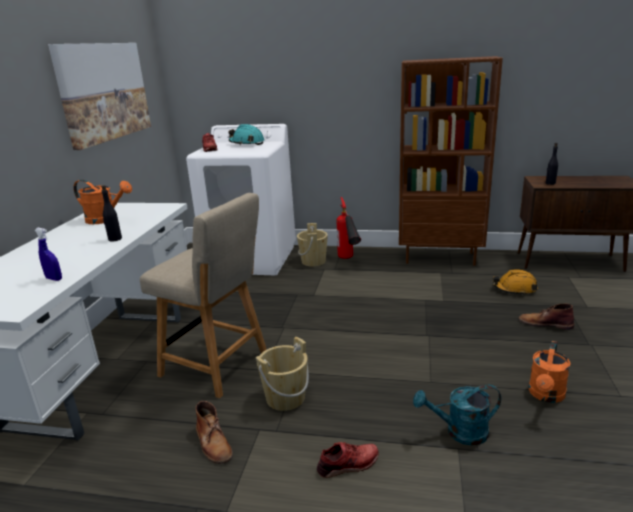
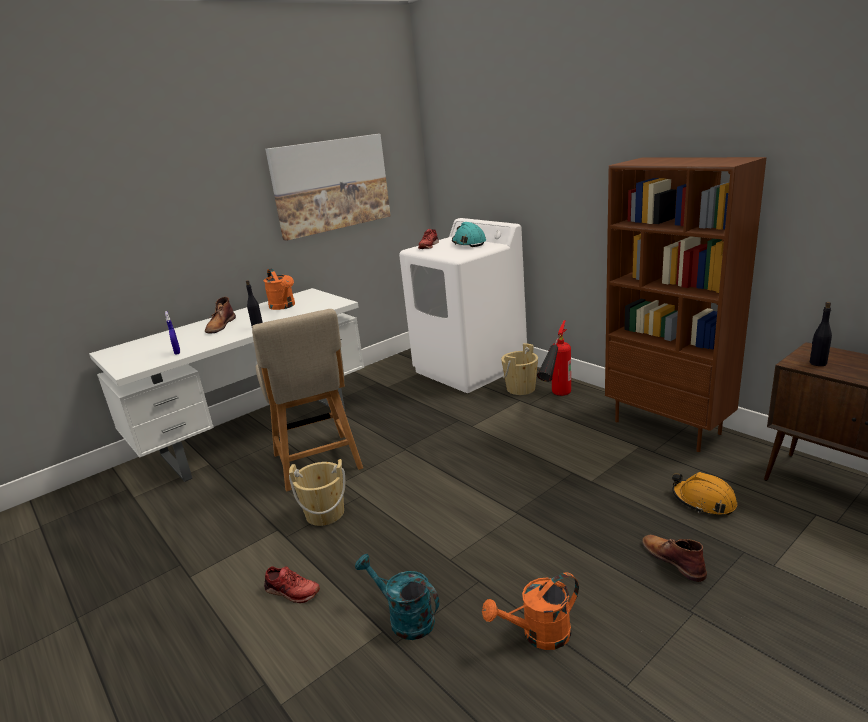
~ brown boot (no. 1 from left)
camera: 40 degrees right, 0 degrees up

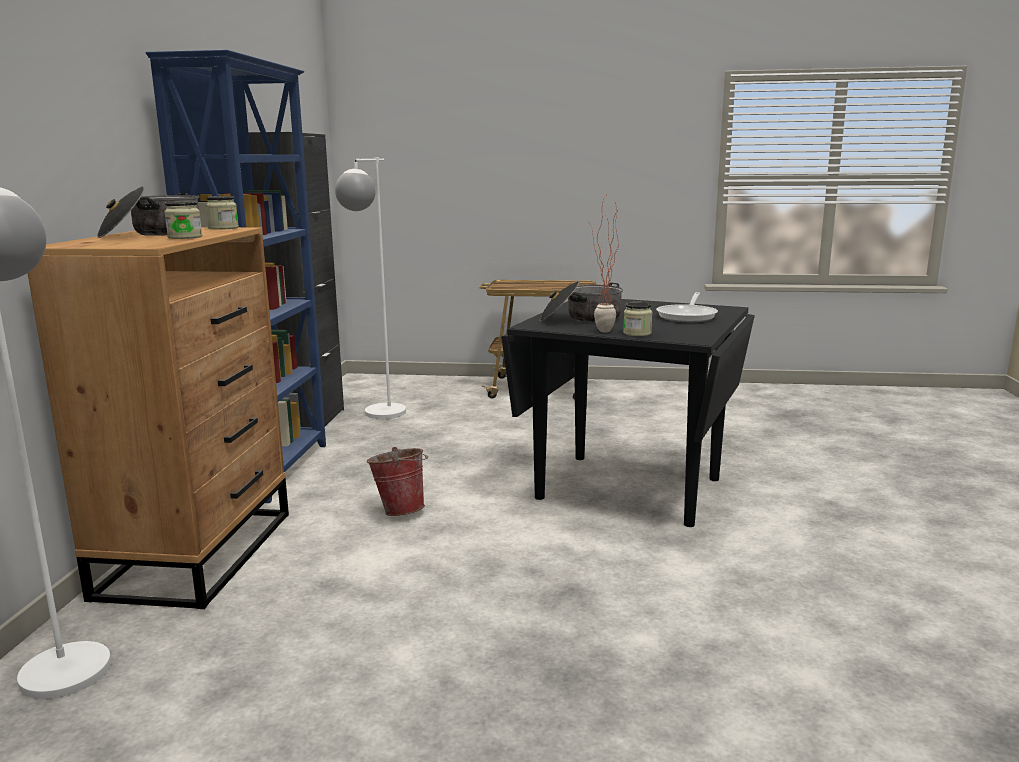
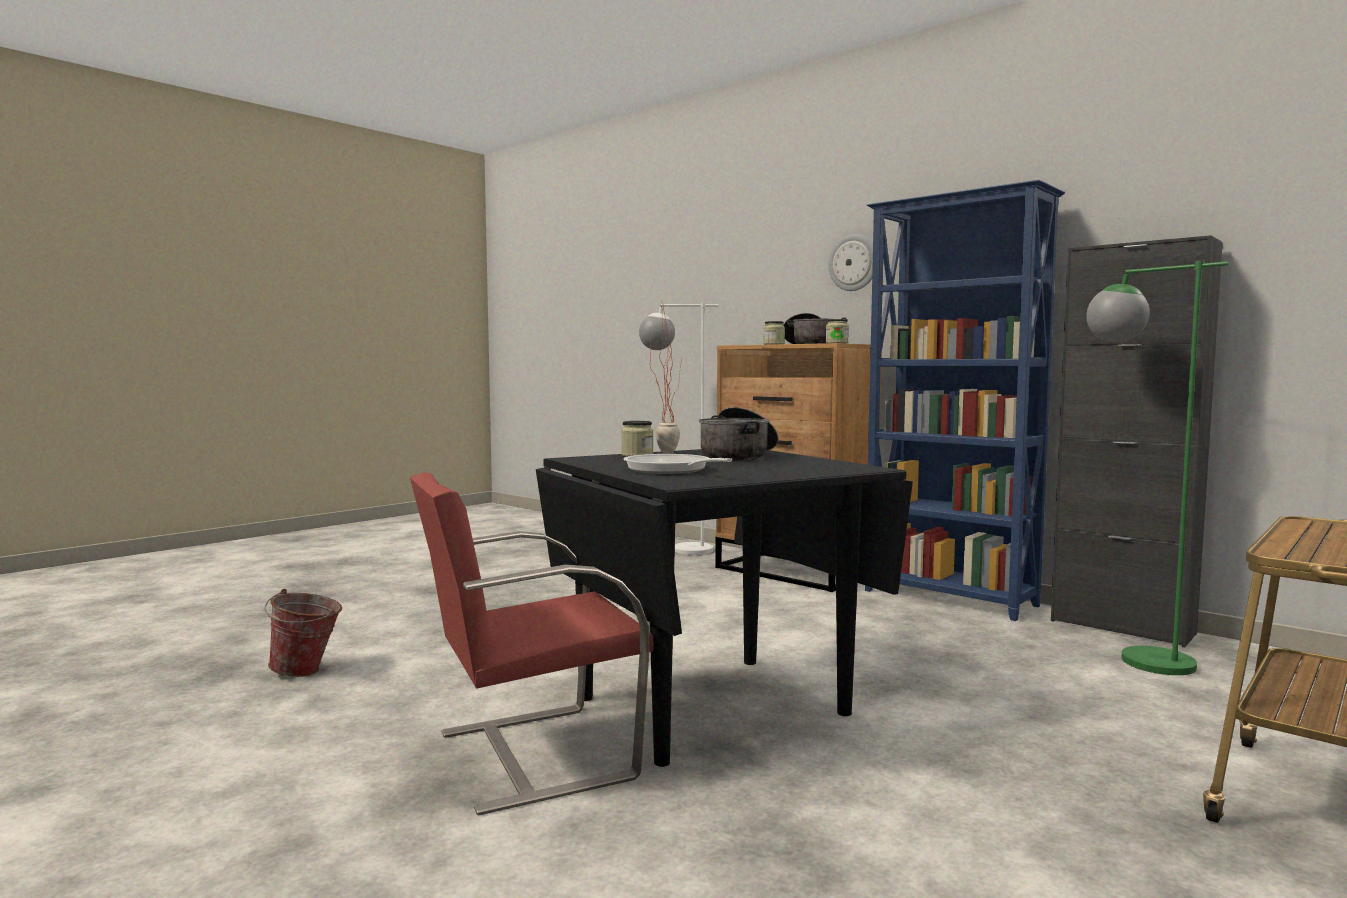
+ red chair
+ wall clock
~ bucket
~ white floor lamp (no. 2 from left) to green floor lamp
camera: 125 degrees right, 10 degrees down

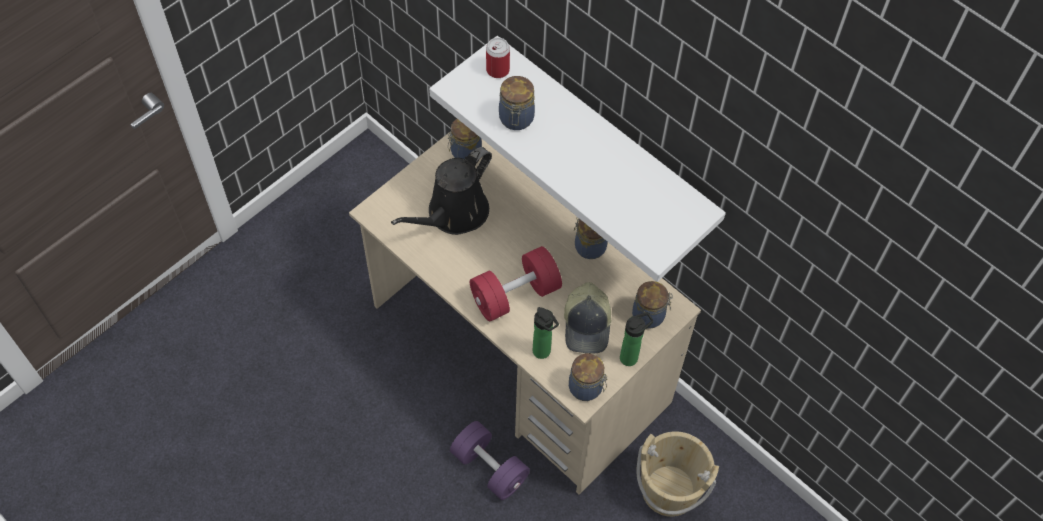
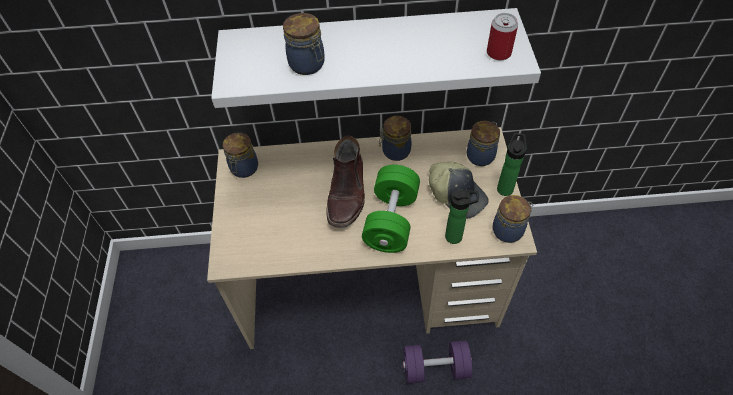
- black watering can
- beige bucket
+ brown boot
~ can
~ red dumbbell to green dumbbell
camera: 45 degrees left, 5 degrees down

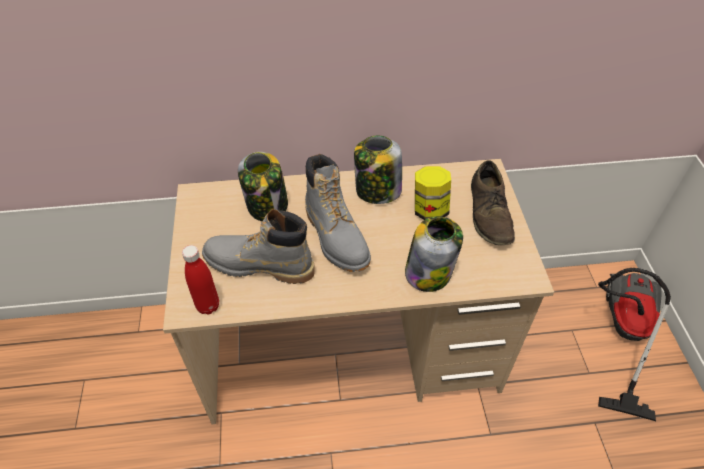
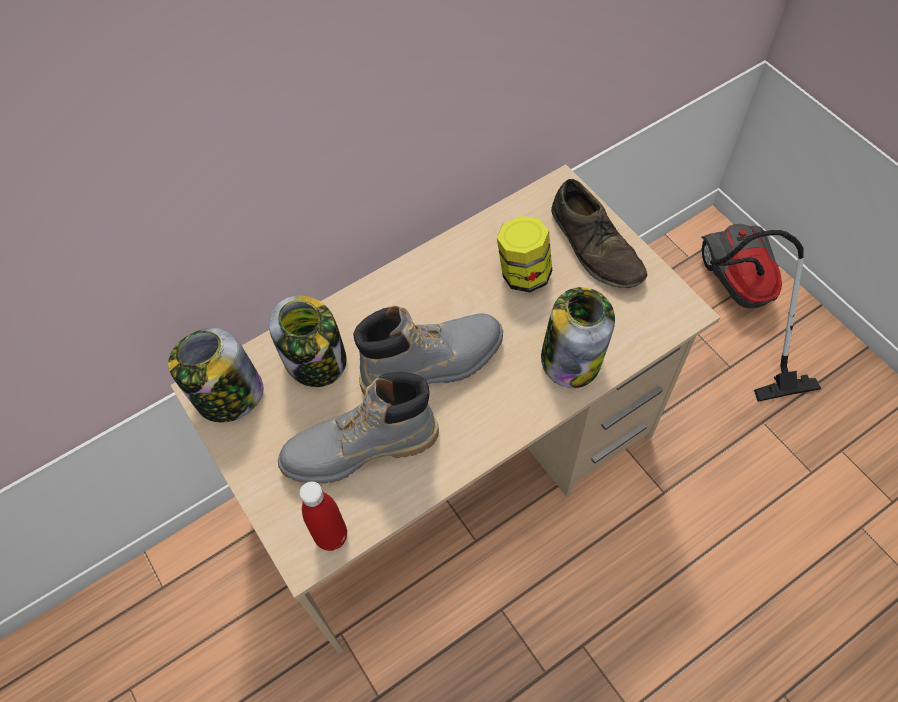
~ jar (no. 2 from left in the first image) to jar (no. 1 from left)
~ grey boot (no. 2 from left) 60 degrees counterclockwise
camera: 25 degrees left, 10 degrees up

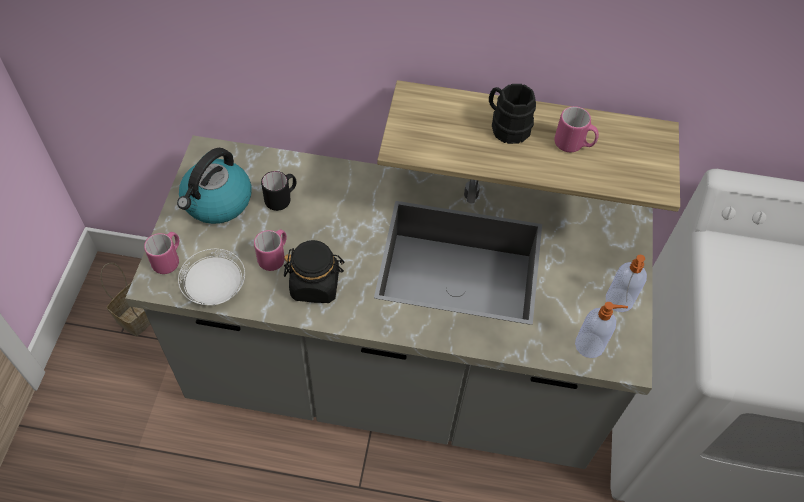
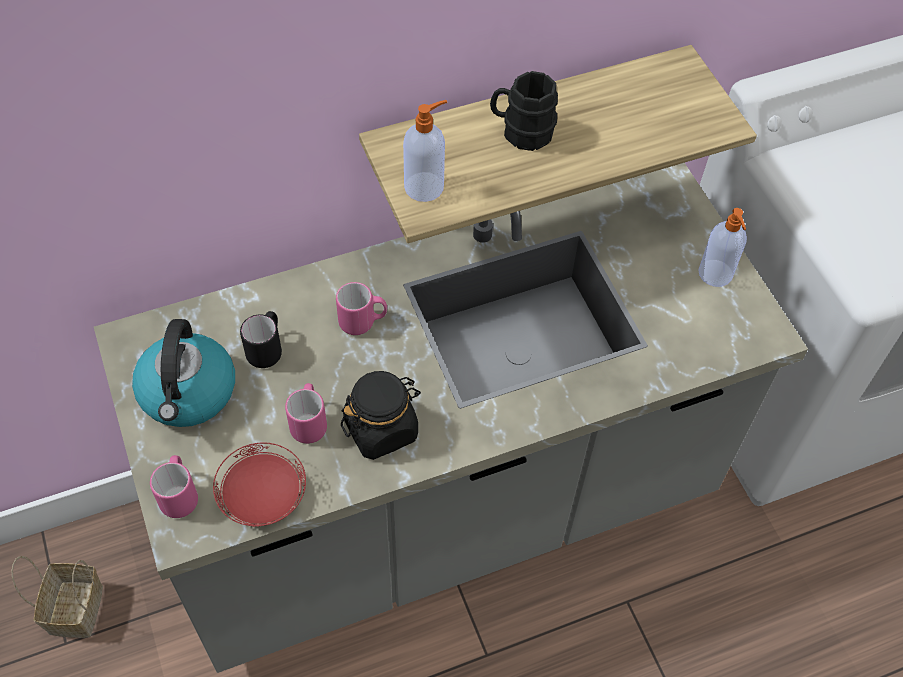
~ pink mug (no. 3 from left)
~ soap dispenser (no. 1 from left)
~ white plate to red plate
camera: 30 degrees left, 0 degrees up

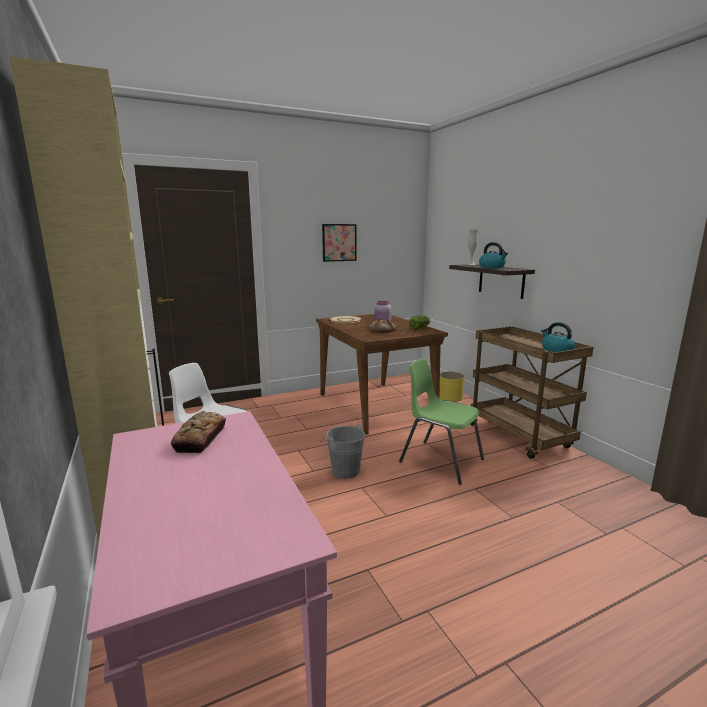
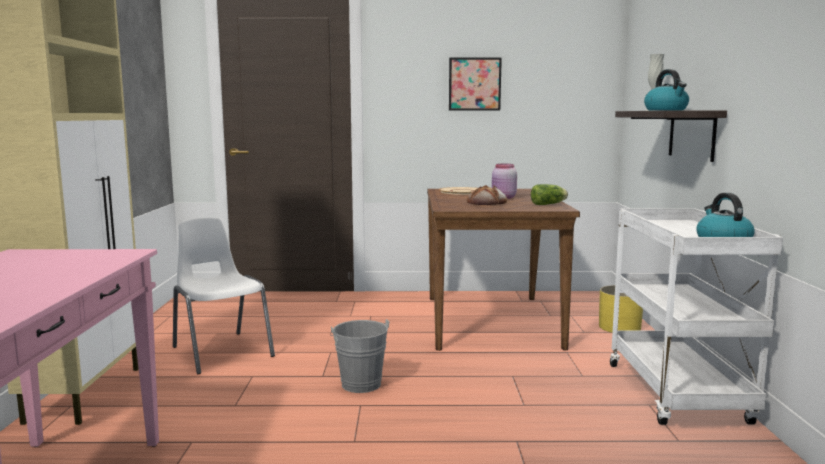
- bread (no. 1 from left)
- green chair
~ brown cart to white cart
camera: 25 degrees right, 5 degrees down

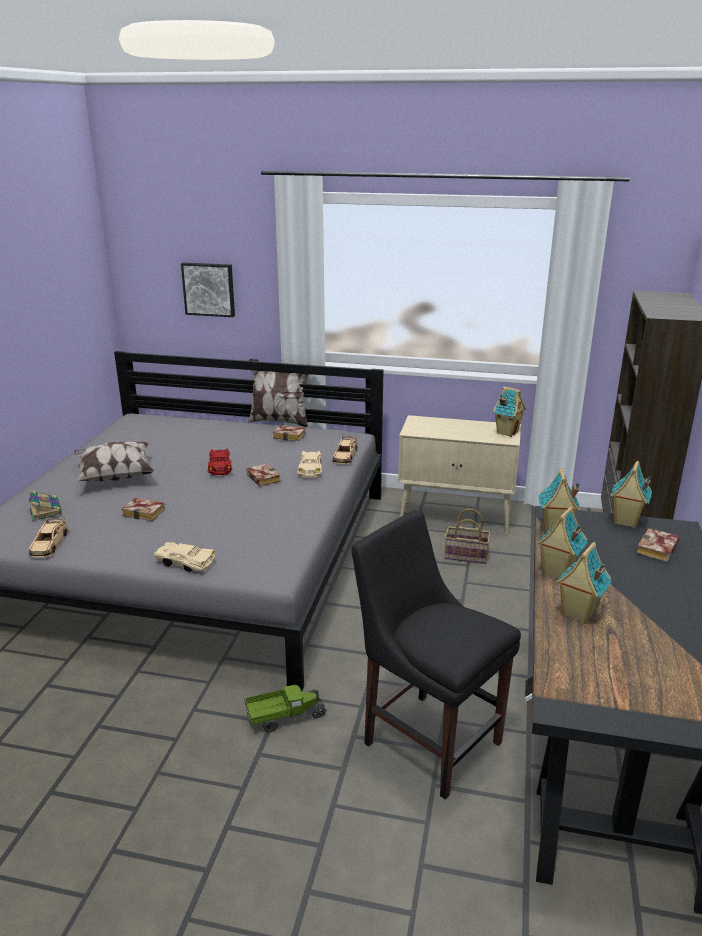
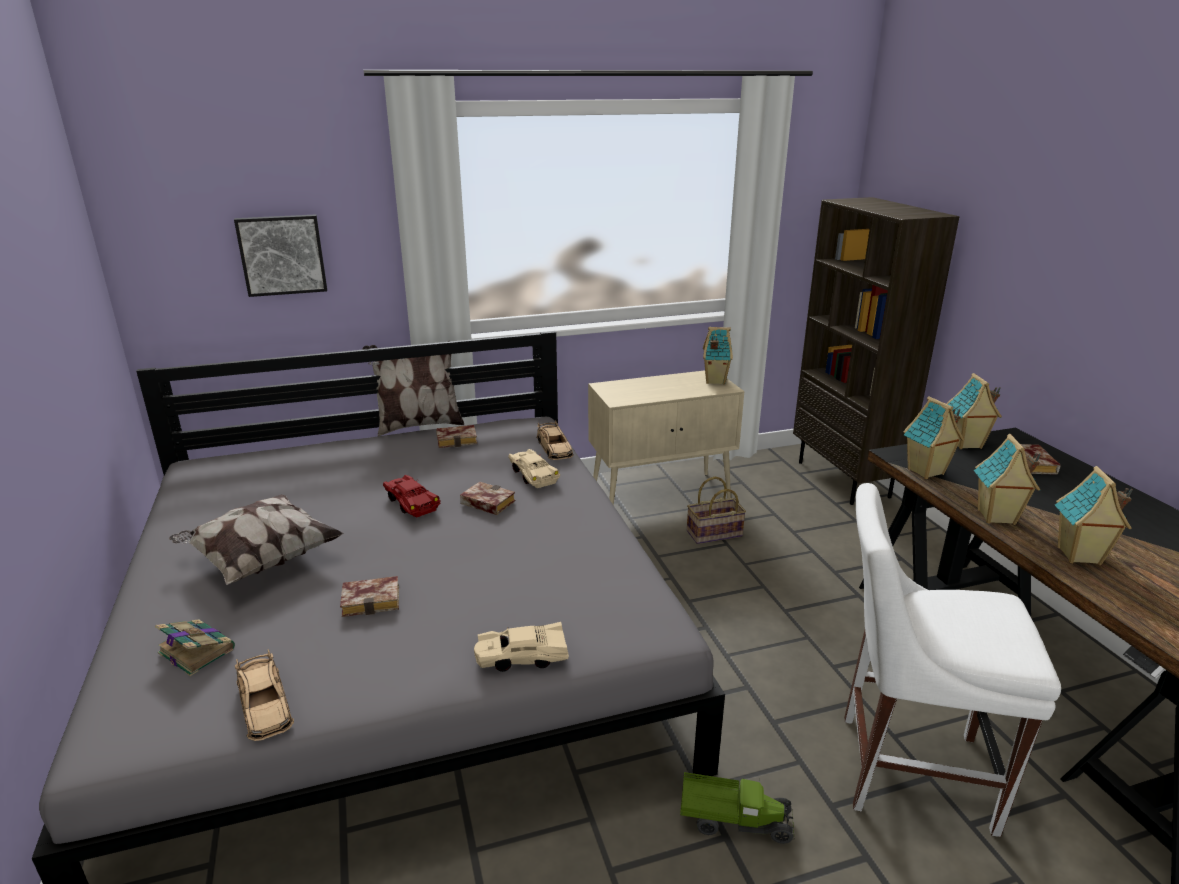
~ black chair to white chair
~ toy truck 60 degrees clockwise
camera: 30 degrees left, 0 degrees up

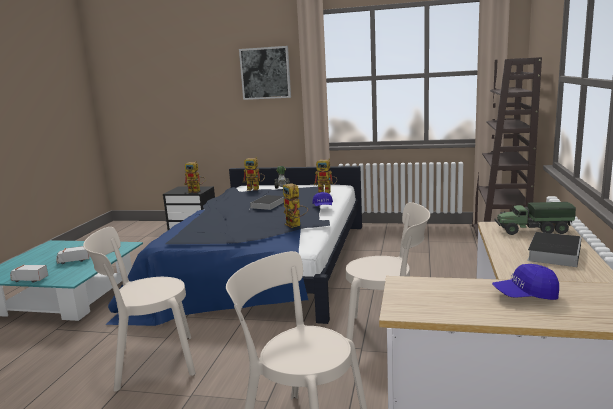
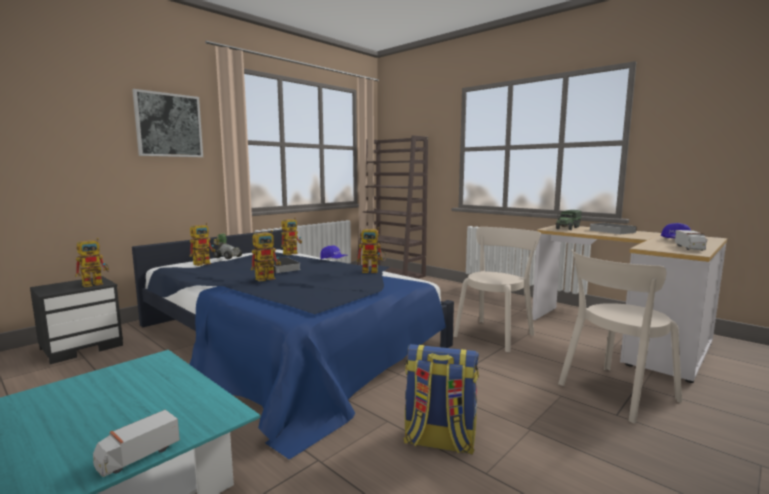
+ toy robot (no. 3 from left)
~ toy truck (no. 2 from left in the first image) to toy truck (no. 3 from left)
~ beige chair (no. 1 from left) to backpack
camera: 60 degrees left, 5 degrees down

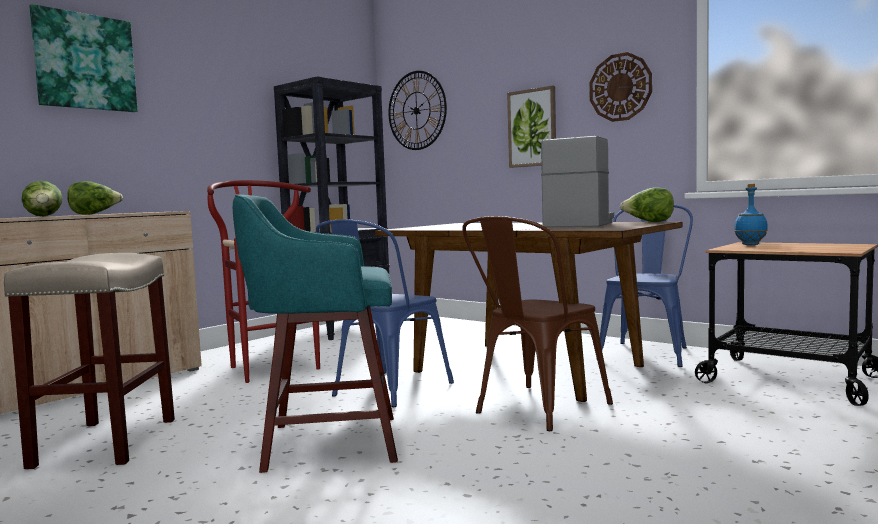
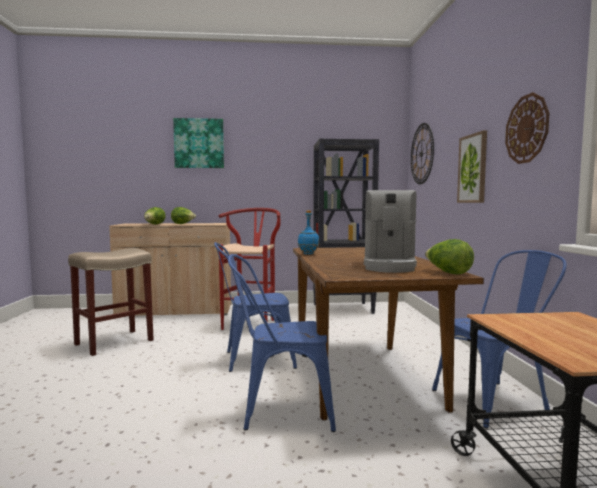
- turquoise stool
~ blue bottle
~ brown chair to blue chair (no. 2 from left)
~ coffee machine 120 degrees clockwise
camera: 45 degrees right, 0 degrees up

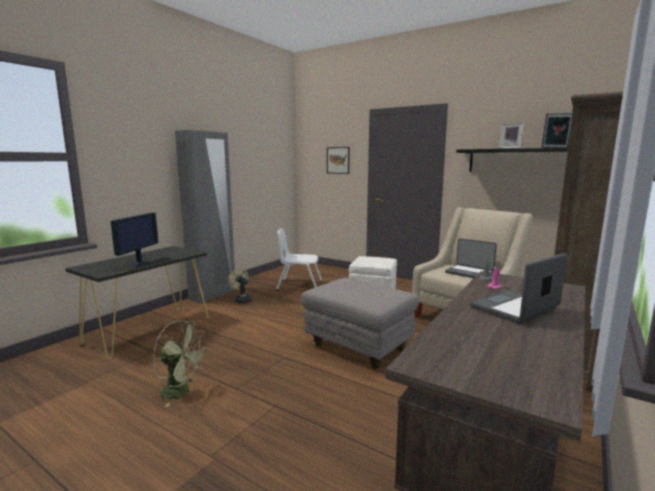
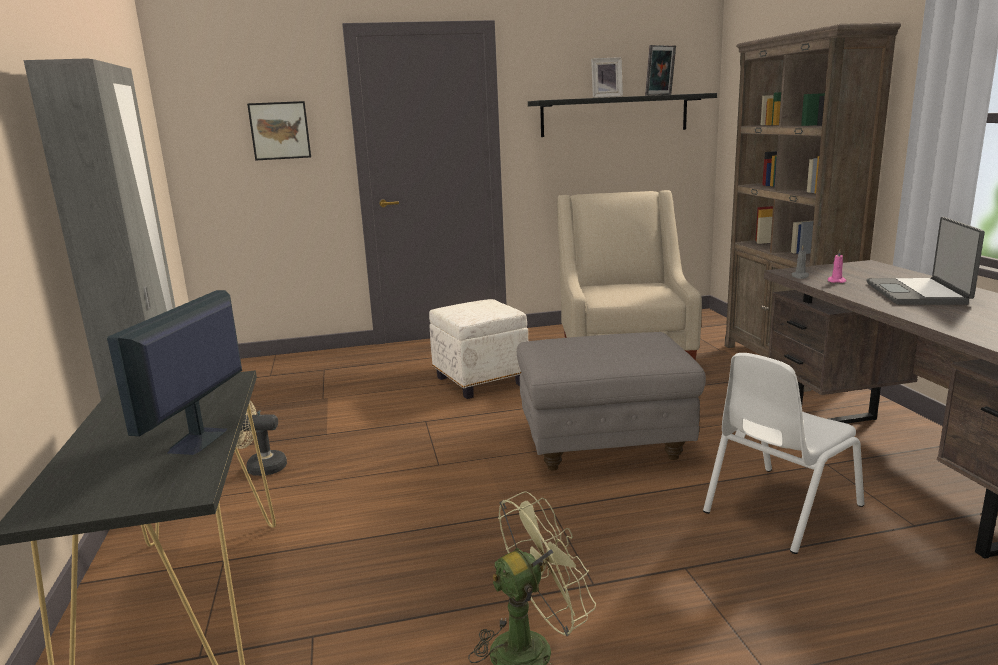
- laptop (no. 1 from left)
~ white chair
~ monitor 135 degrees counterclockwise
camera: 45 degrees left, 5 degrees up

